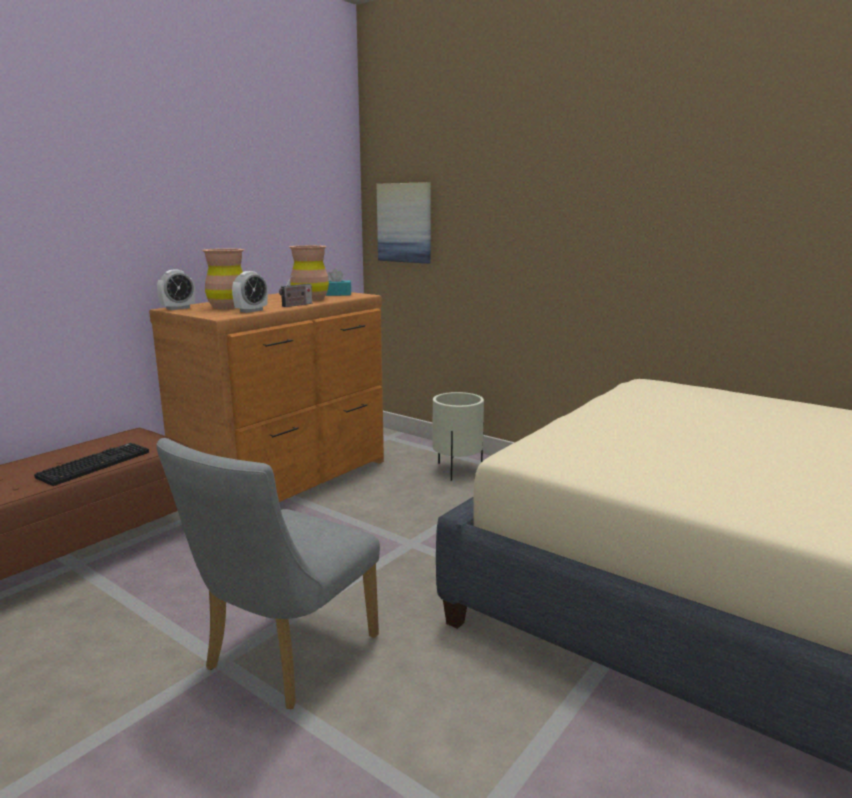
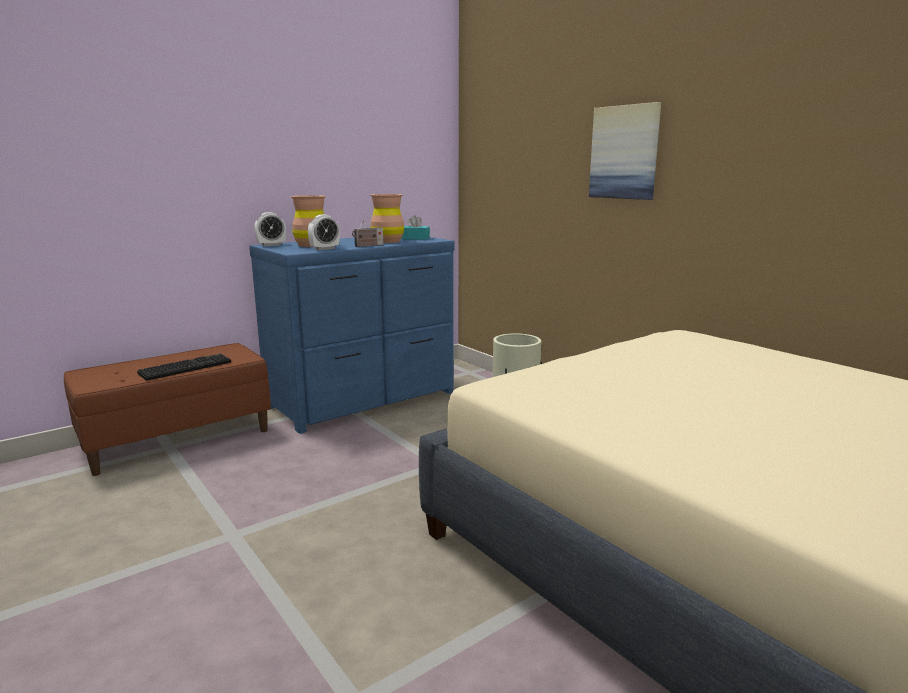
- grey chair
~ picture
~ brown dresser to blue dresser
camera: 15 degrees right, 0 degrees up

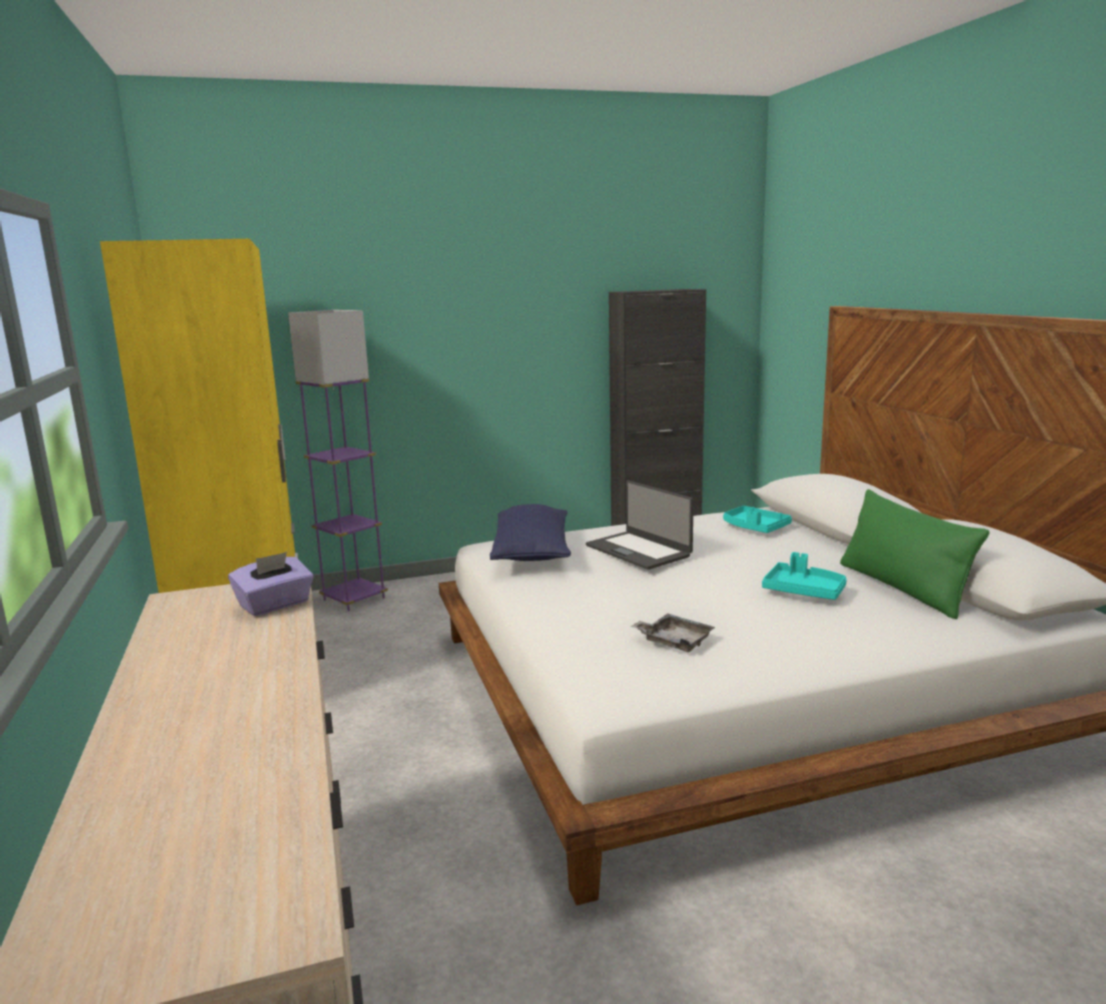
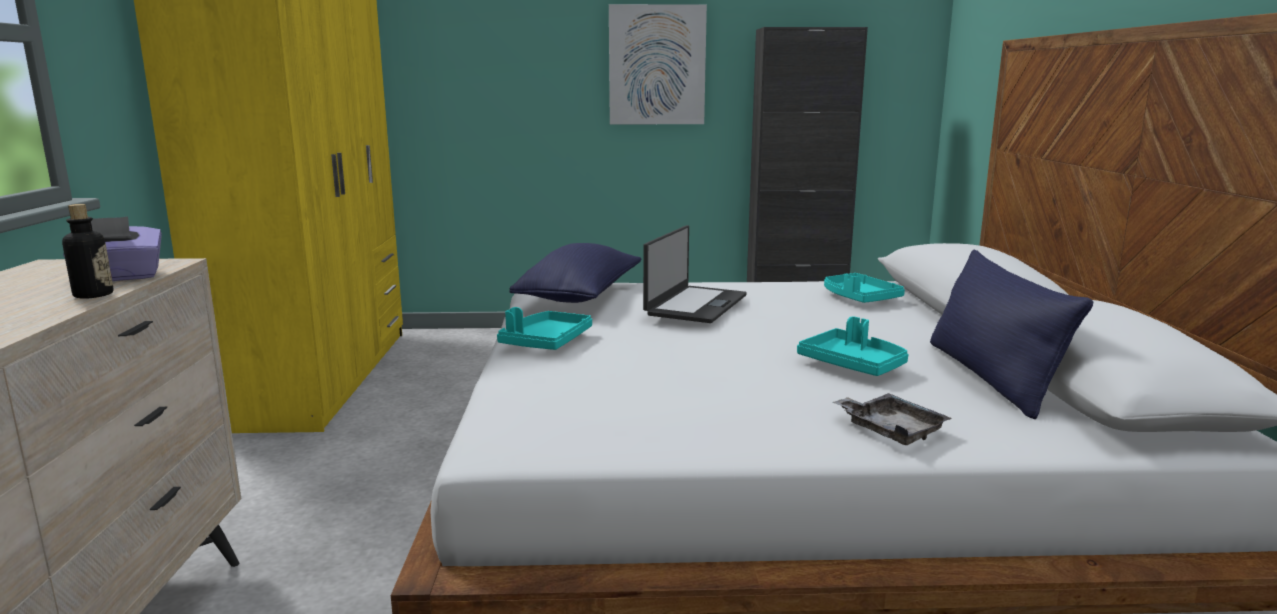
- purple floor lamp
+ bottle
+ turquoise tray (no. 1 from left)
+ picture
~ grey tray
~ green pillow to blue pillow (no. 2 from left)
~ laptop 135 degrees counterclockwise
camera: 15 degrees right, 0 degrees up

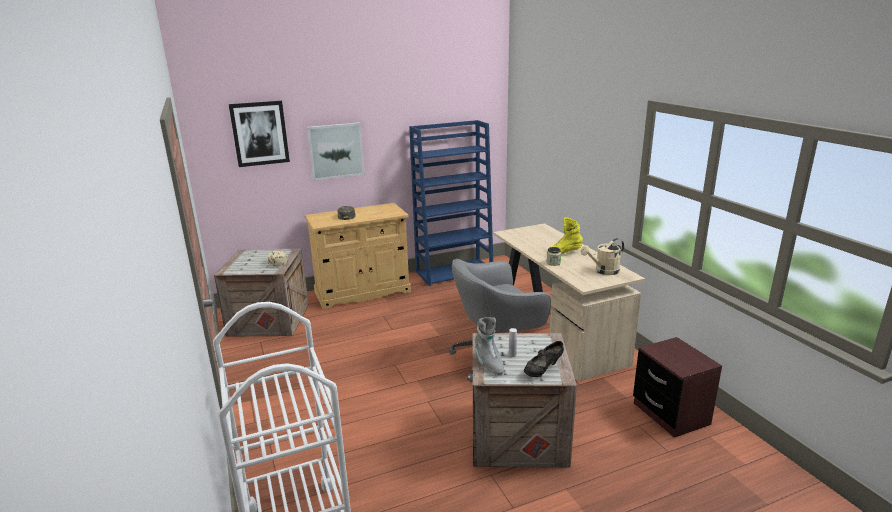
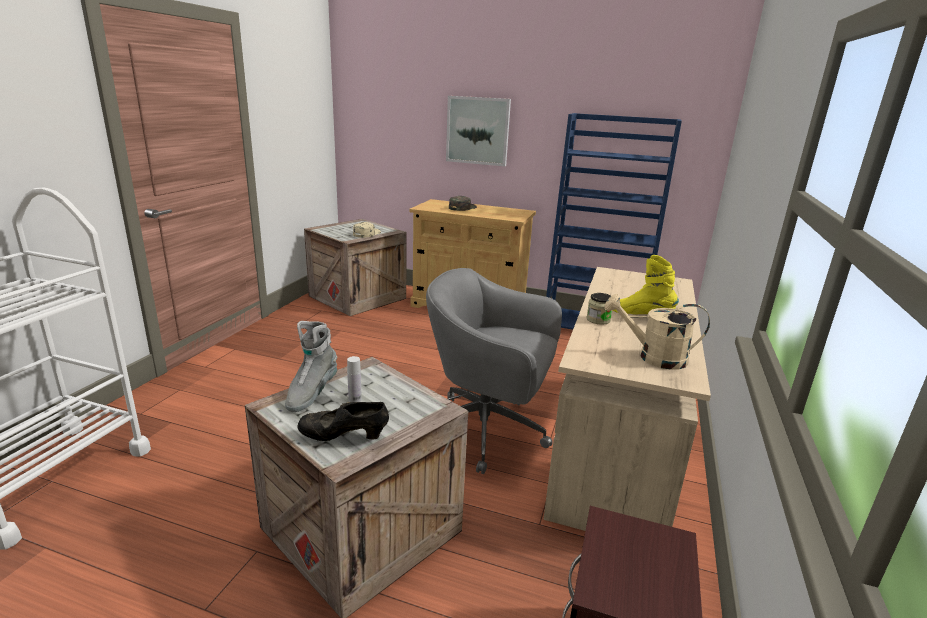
- picture (no. 1 from left)
camera: 40 degrees right, 0 degrees up

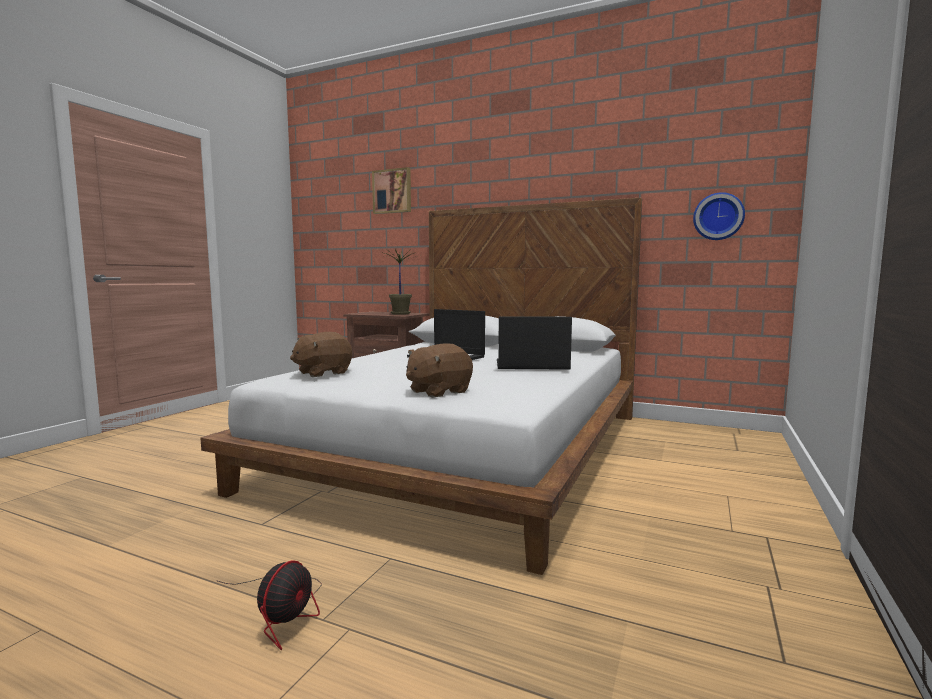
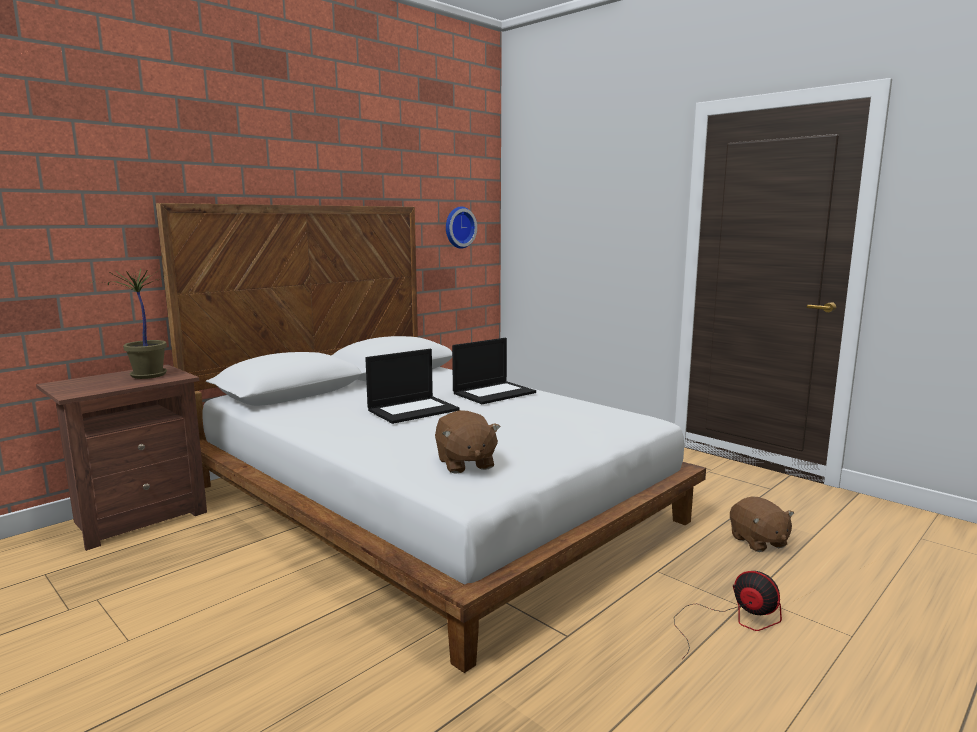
- picture
~ brown plush toy (no. 2 from left)
~ laptop (no. 2 from left) 150 degrees counterclockwise
camera: 70 degrees left, 5 degrees up

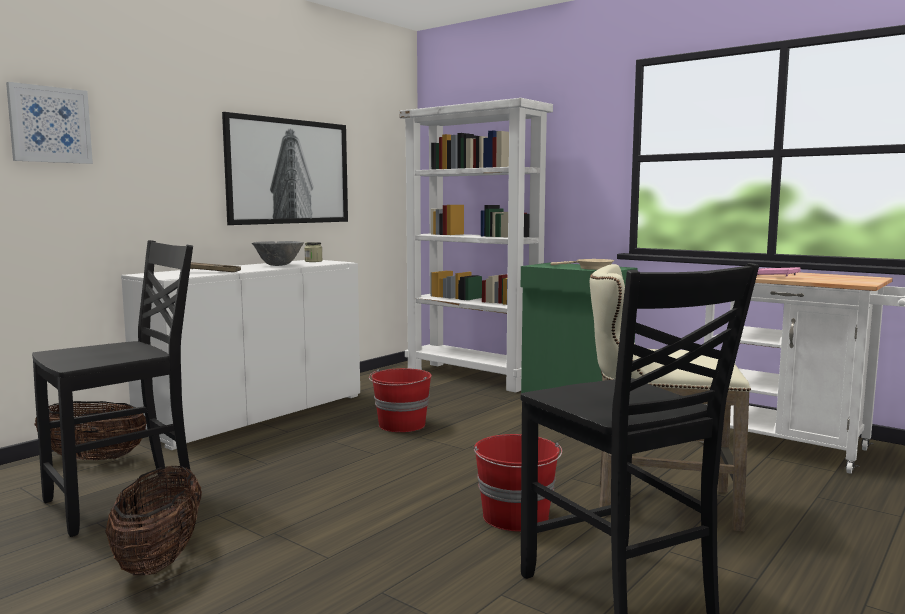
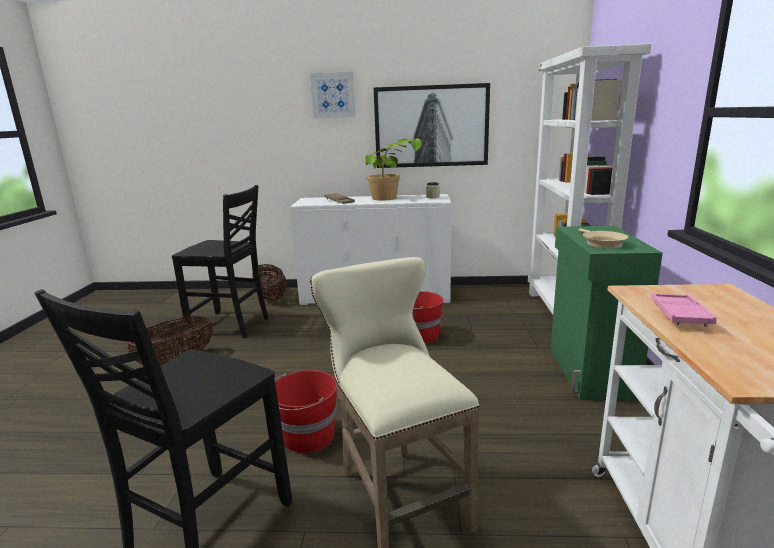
~ picture (no. 1 from left)
~ grey bowl to potted plant
camera: 55 degrees right, 10 degrees up

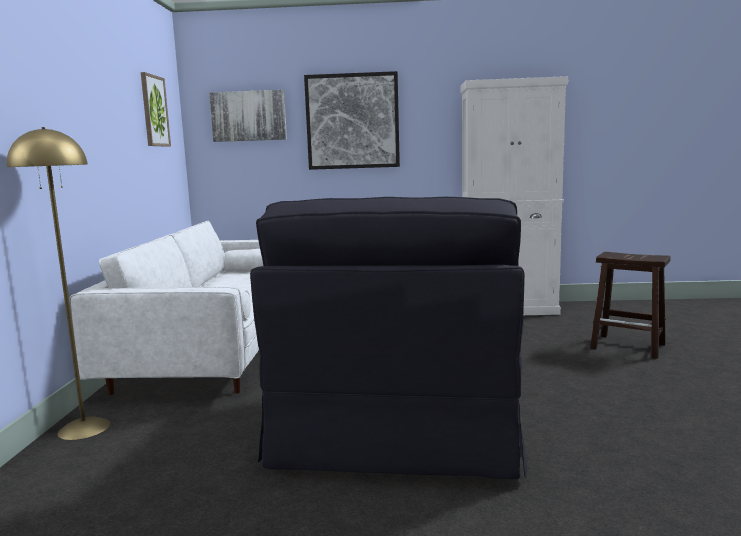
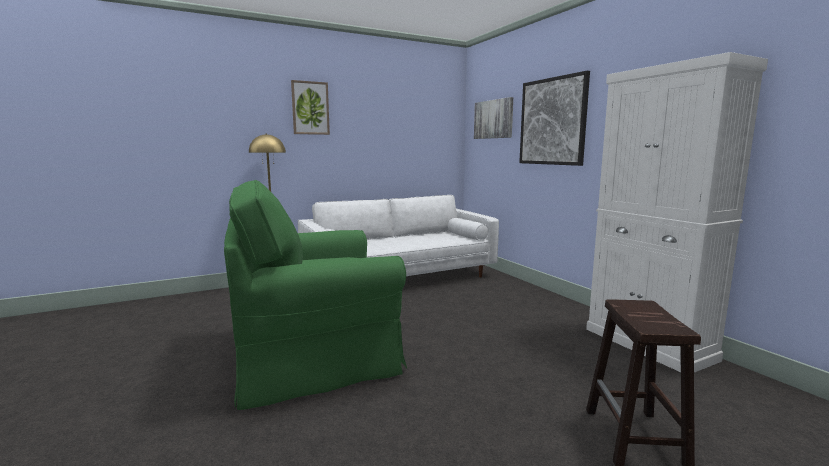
~ picture (no. 1 from left)
~ black armchair to green armchair
camera: 60 degrees right, 0 degrees up

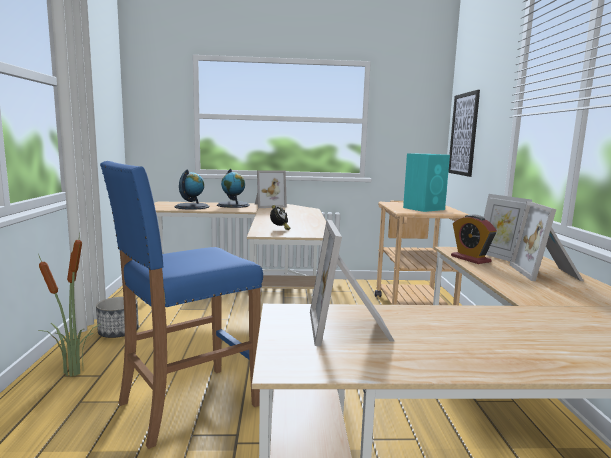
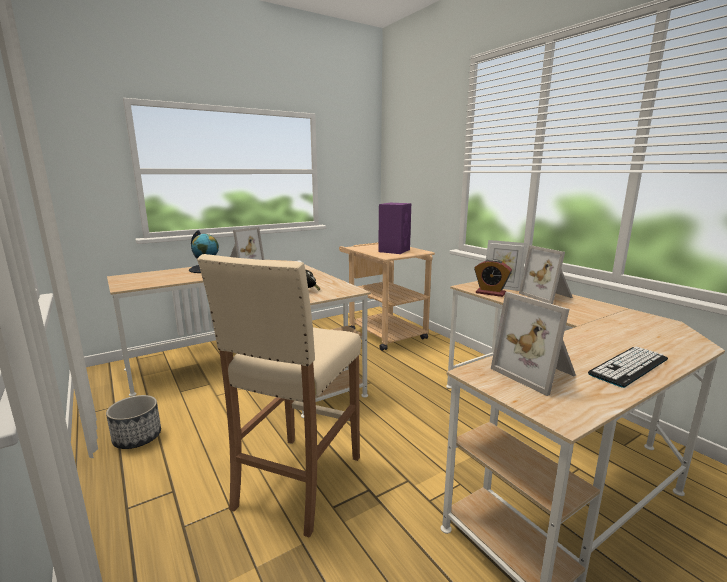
- potted plant
- globe (no. 1 from left)
- picture
+ keyboard
~ blue stool to beige stool
~ turquoise speaker to purple speaker
camera: 30 degrees left, 5 degrees up

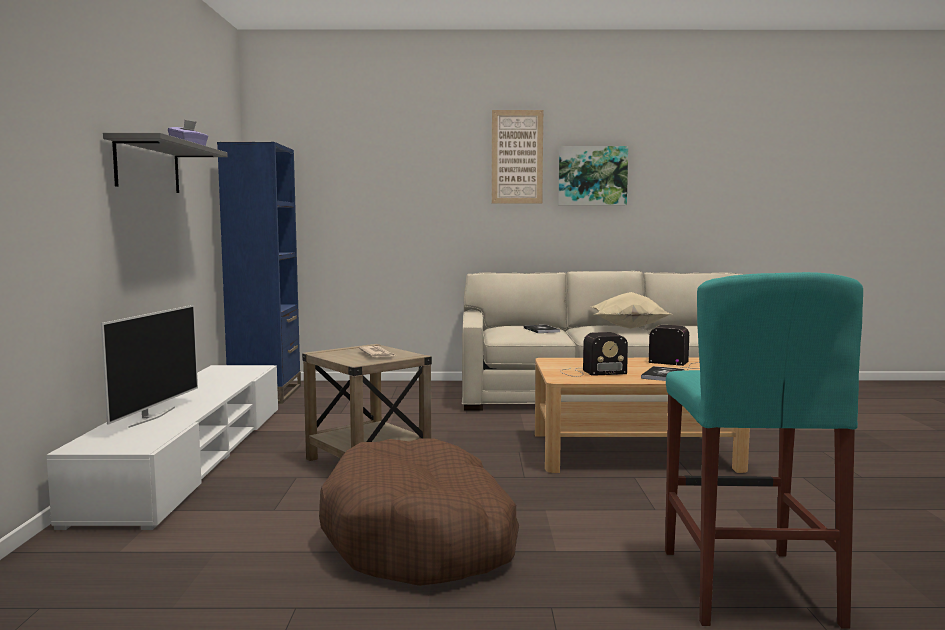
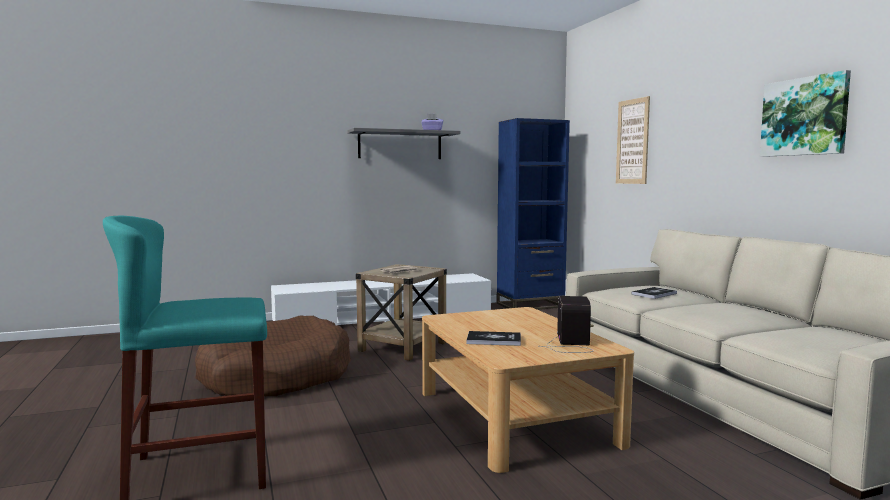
- television
- radio (no. 1 from left)
- beige pillow
~ picture (no. 1 from left)
camera: 70 degrees right, 0 degrees up

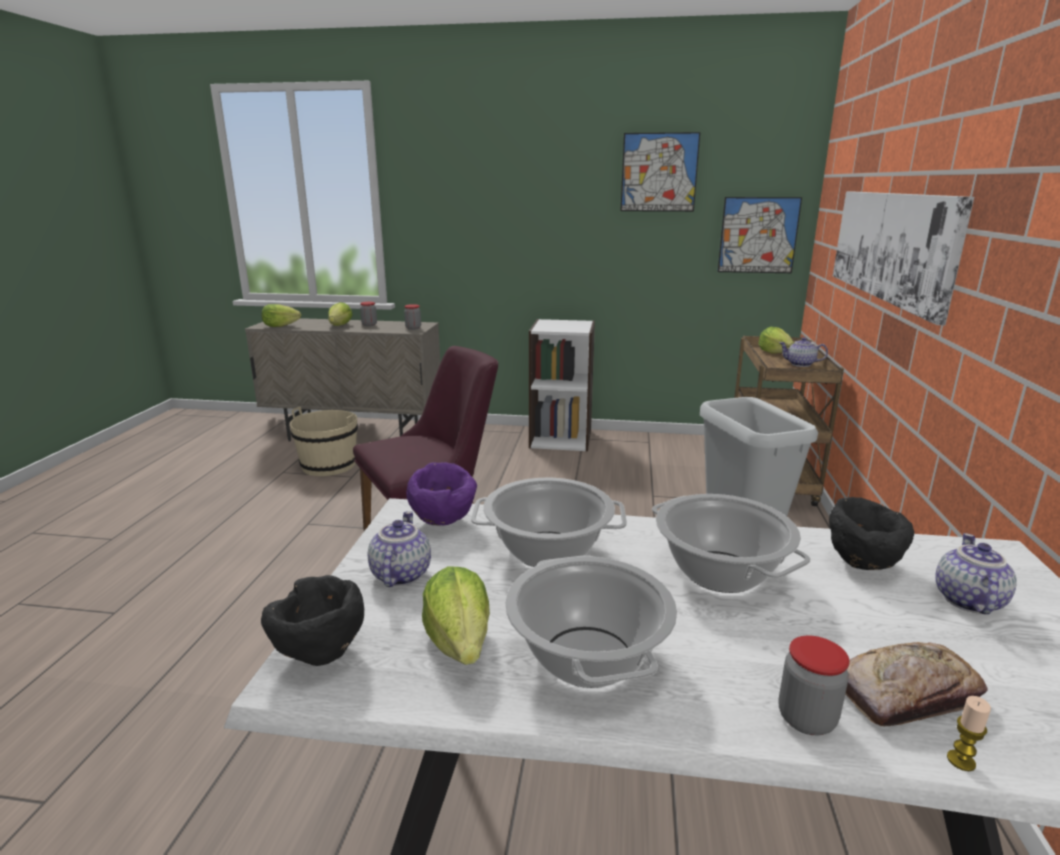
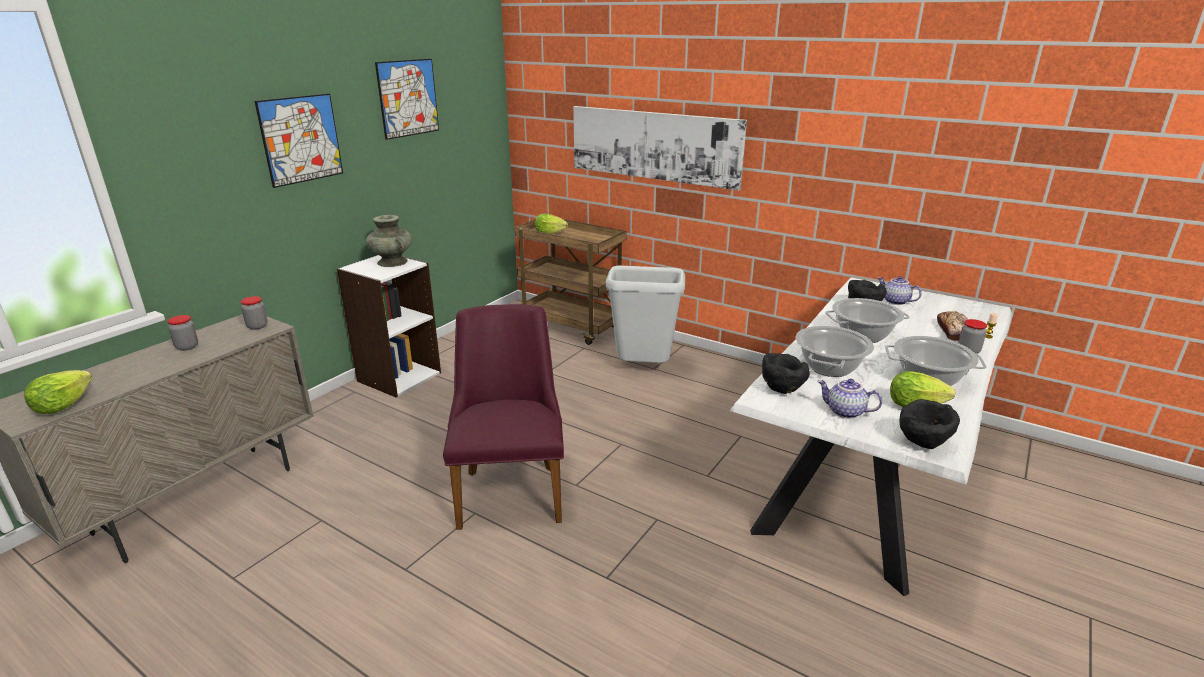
- beige bucket
- lettuce (no. 2 from left)
- teapot (no. 2 from left)
+ turquoise vase
~ picture (no. 2 from left in the first image) to picture (no. 1 from left)
~ purple bowl to black bowl (no. 1 from left)
camera: 65 degrees left, 5 degrees up

